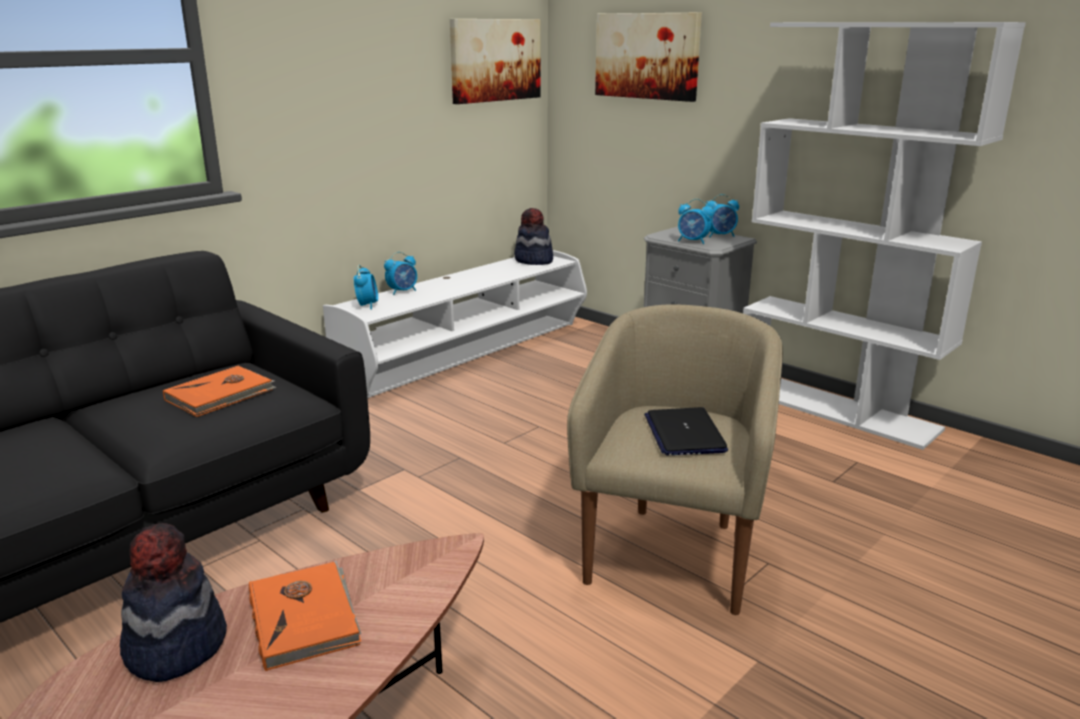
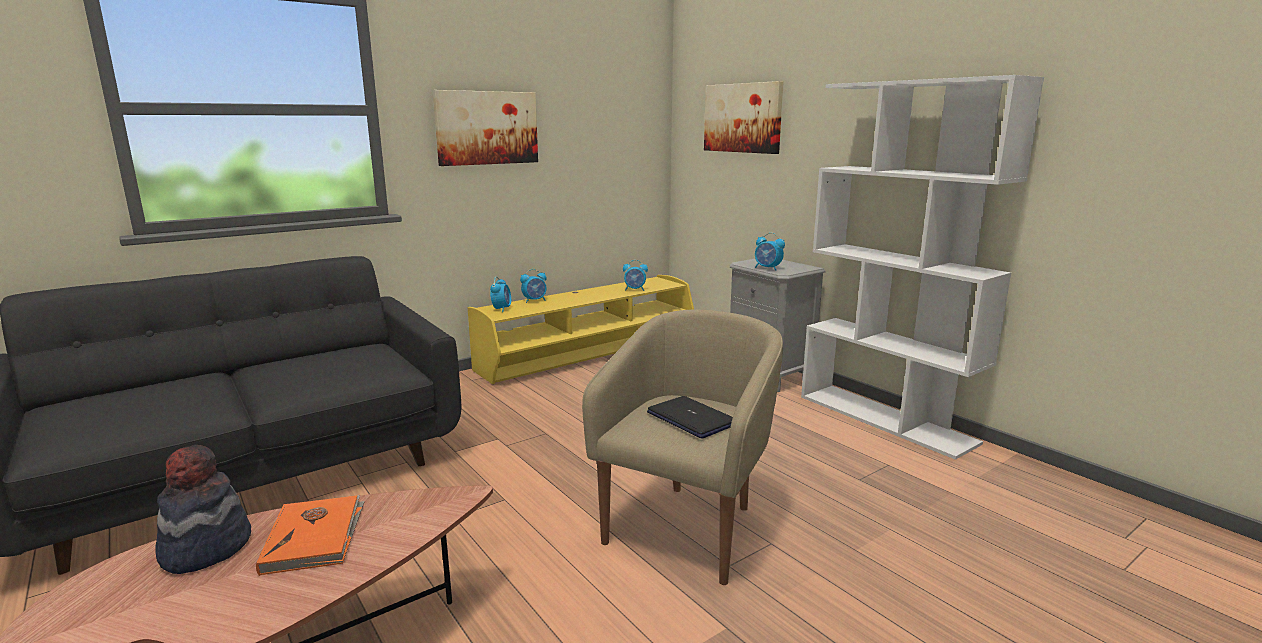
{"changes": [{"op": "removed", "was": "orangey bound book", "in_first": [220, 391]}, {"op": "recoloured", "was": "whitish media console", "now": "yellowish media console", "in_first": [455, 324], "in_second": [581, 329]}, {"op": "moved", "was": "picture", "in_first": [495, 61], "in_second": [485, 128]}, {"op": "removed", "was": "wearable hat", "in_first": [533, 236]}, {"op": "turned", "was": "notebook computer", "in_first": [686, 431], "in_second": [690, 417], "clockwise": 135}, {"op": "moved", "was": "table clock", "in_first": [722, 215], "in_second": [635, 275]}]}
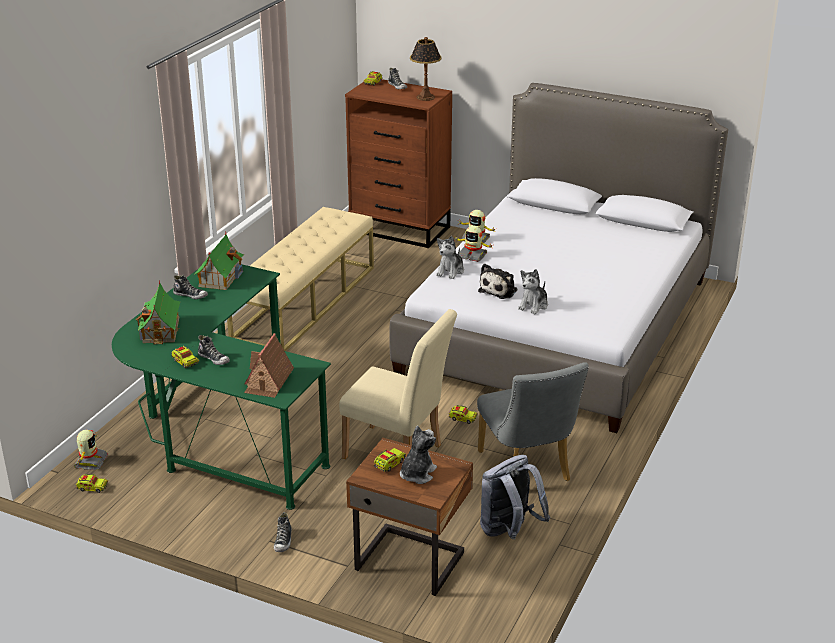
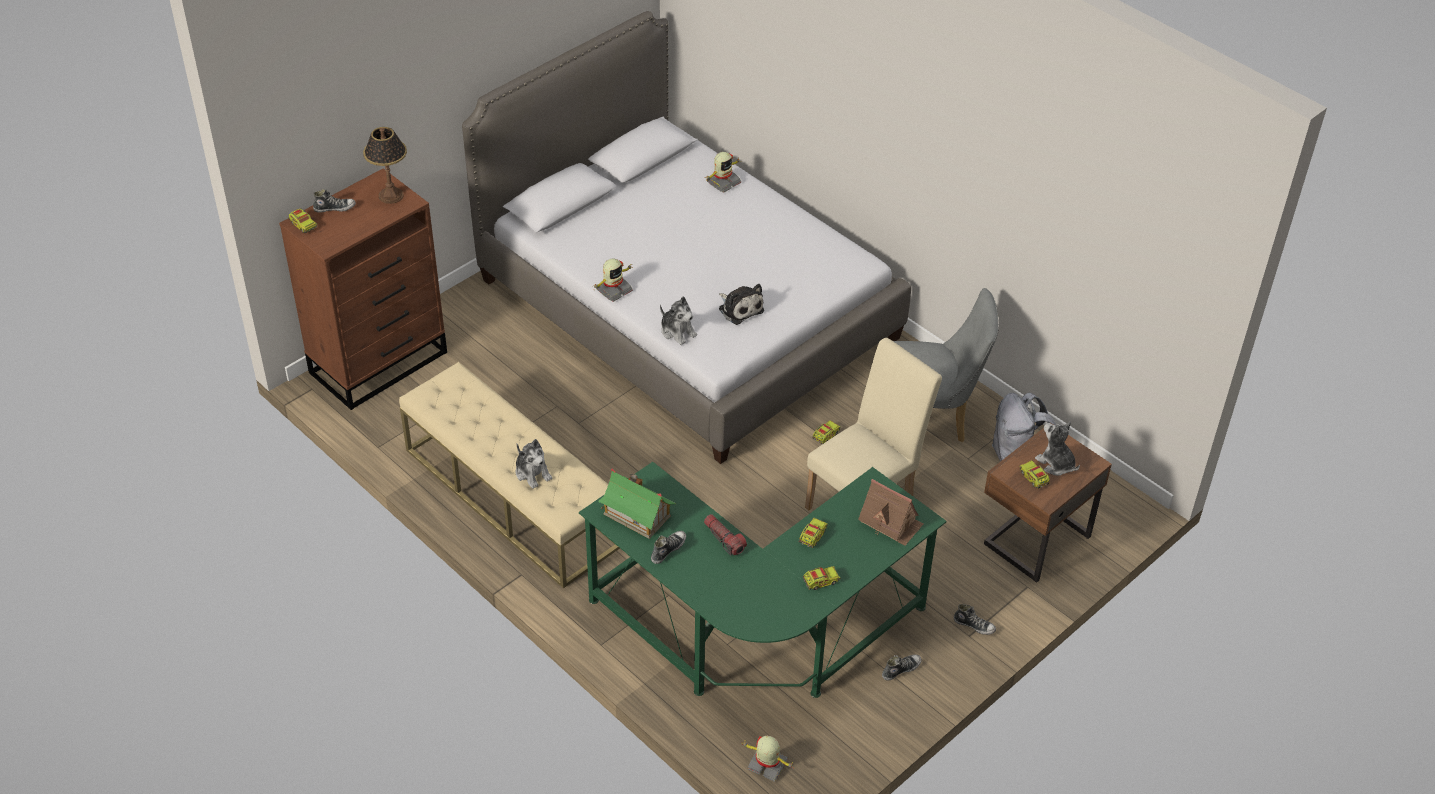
{"changes": [{"op": "moved", "was": "toy lorry", "in_first": [92, 483], "in_second": [813, 533]}, {"op": "removed", "was": "model house", "in_first": [158, 312]}, {"op": "moved", "was": "item of footwear", "in_first": [214, 350], "in_second": [902, 667]}, {"op": "moved", "was": "model robot", "in_first": [474, 244], "in_second": [723, 172]}, {"op": "moved", "was": "plush toy", "in_first": [533, 291], "in_second": [534, 464]}, {"op": "added", "now": "torch", "in_second": [725, 535]}]}
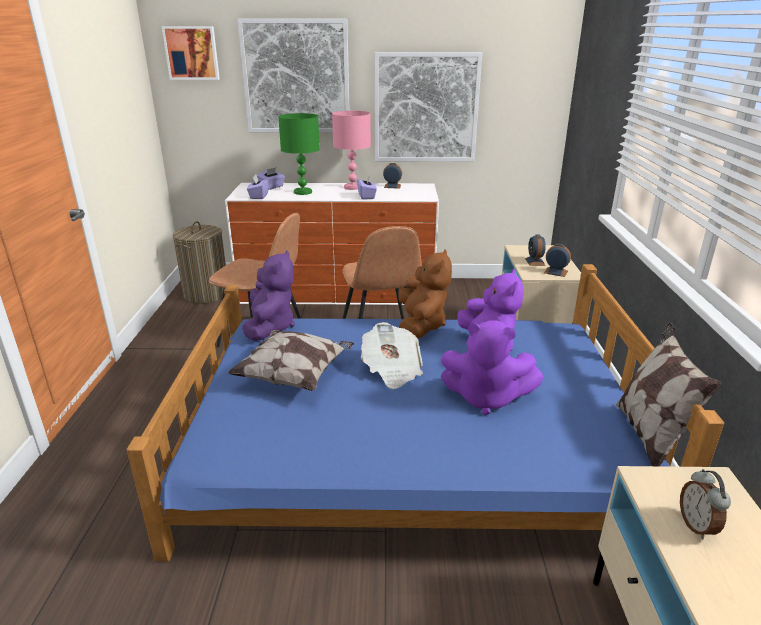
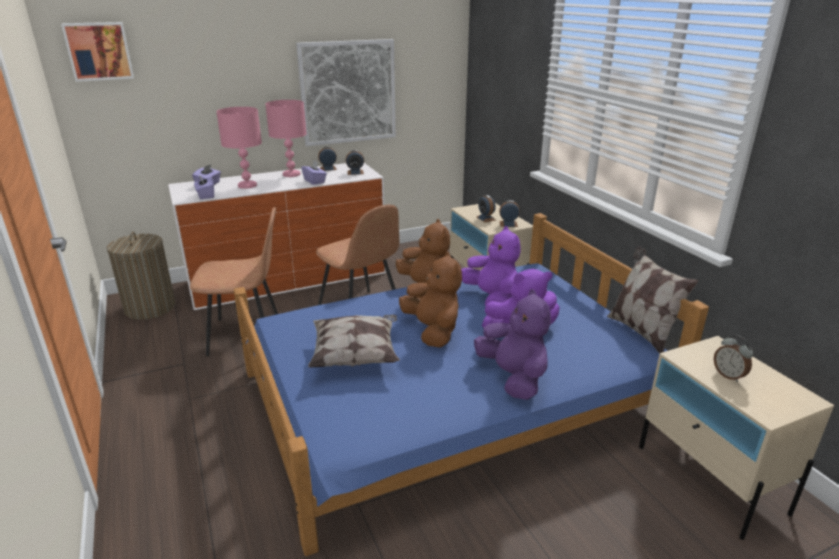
{"changes": [{"op": "removed", "was": "picture", "in_first": [293, 75]}, {"op": "moved", "was": "purplish plush toy", "in_first": [268, 295], "in_second": [512, 344]}, {"op": "recoloured", "was": "green-coloured tabletop lamp", "now": "pink-coloured tabletop lamp", "in_first": [299, 154], "in_second": [239, 148]}, {"op": "replaced", "was": "newspaper", "now": "brownish plush toy", "in_first": [392, 355], "in_second": [430, 300]}, {"op": "added", "now": "table clock", "in_second": [355, 162]}]}
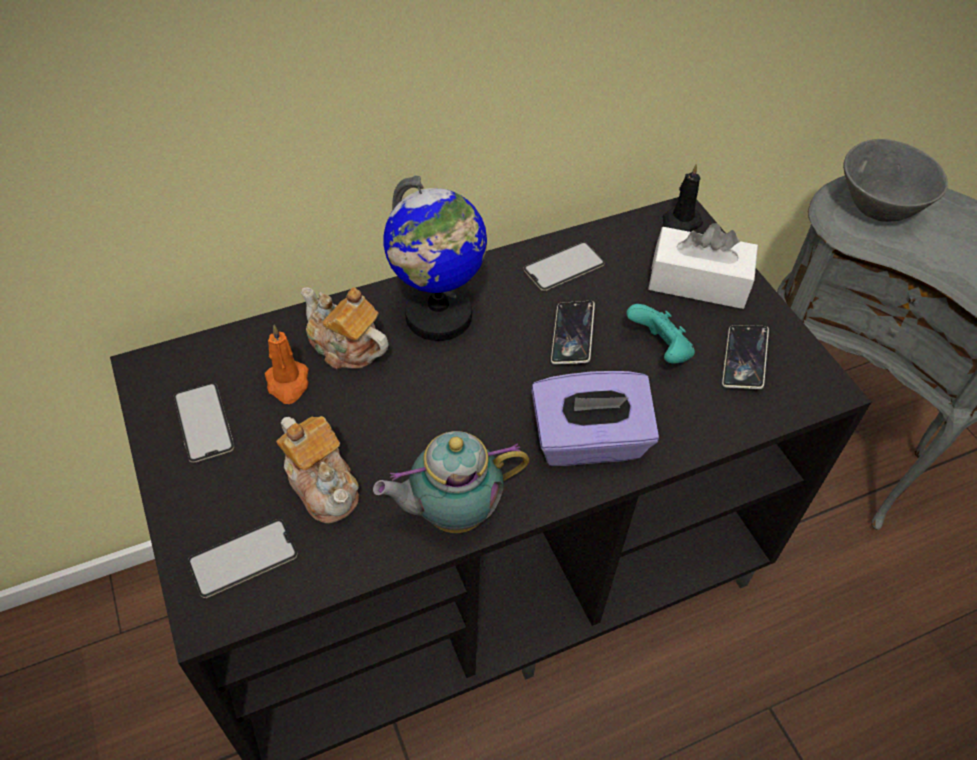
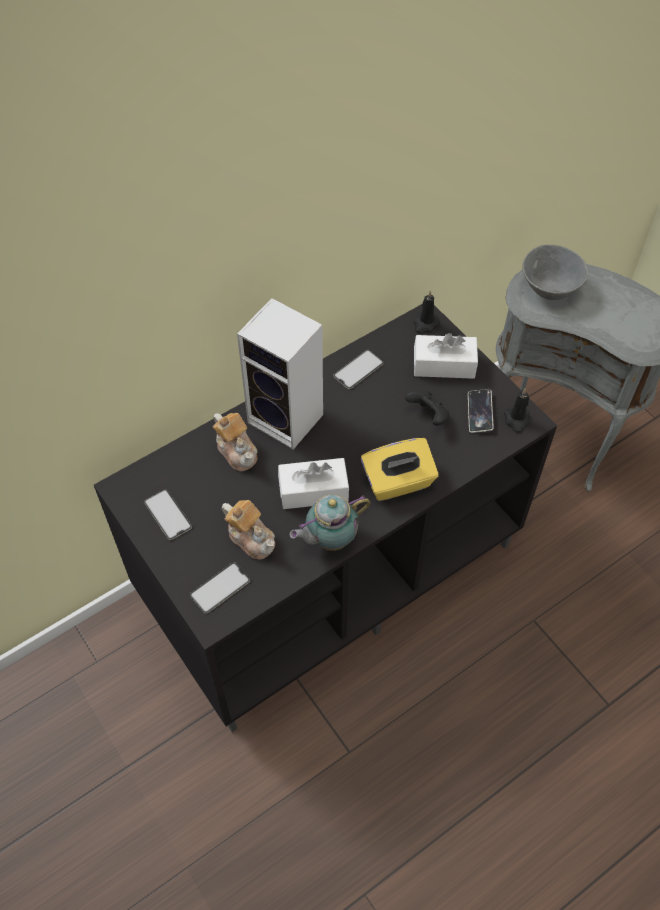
{"changes": [{"op": "removed", "was": "orangey candle", "in_first": [286, 364]}, {"op": "turned", "was": "tea pot", "in_first": [345, 328], "in_second": [235, 442], "clockwise": -150}, {"op": "replaced", "was": "world globe", "now": "speaker", "in_first": [435, 258], "in_second": [280, 374]}, {"op": "recoloured", "was": "purplish tissue box", "now": "yellowish tissue box", "in_first": [595, 418], "in_second": [400, 469]}, {"op": "removed", "was": "phone", "in_first": [573, 333]}, {"op": "recoloured", "was": "blue-green gamepad", "now": "black gamepad", "in_first": [660, 334], "in_second": [427, 408]}, {"op": "added", "now": "whitish tissue box", "in_second": [313, 483]}, {"op": "added", "now": "black candle", "in_second": [517, 410]}]}
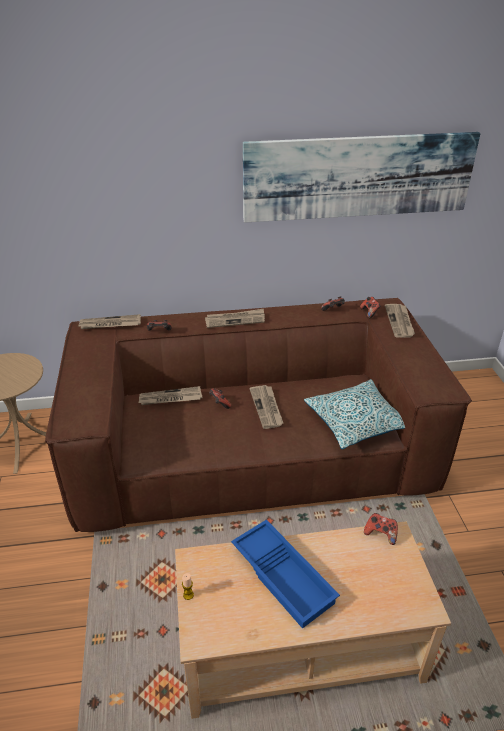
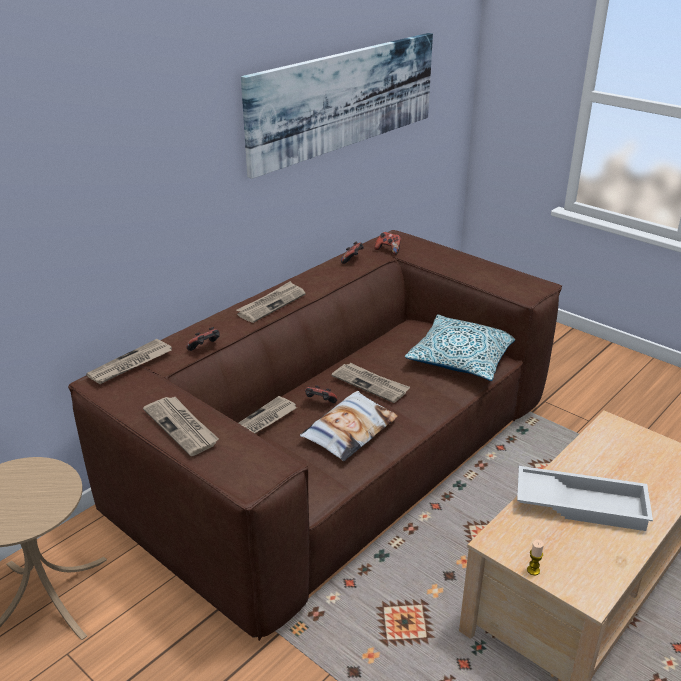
{"changes": [{"op": "recoloured", "was": "blue-coloured tray", "now": "whitish tray", "in_first": [285, 574], "in_second": [585, 498]}, {"op": "removed", "was": "gamepad", "in_first": [381, 529]}, {"op": "moved", "was": "newspaper", "in_first": [400, 321], "in_second": [181, 426]}, {"op": "added", "now": "cushion", "in_second": [349, 426]}]}
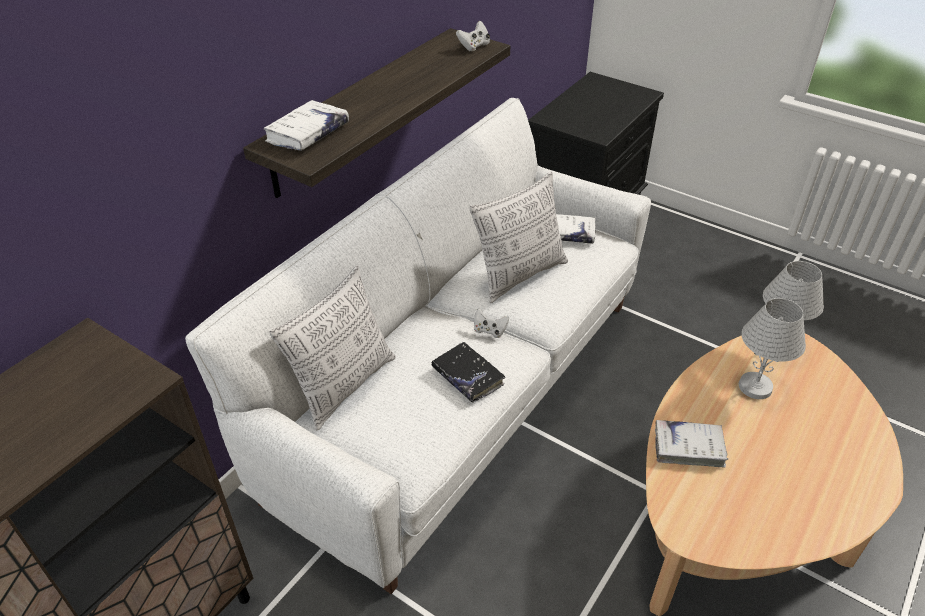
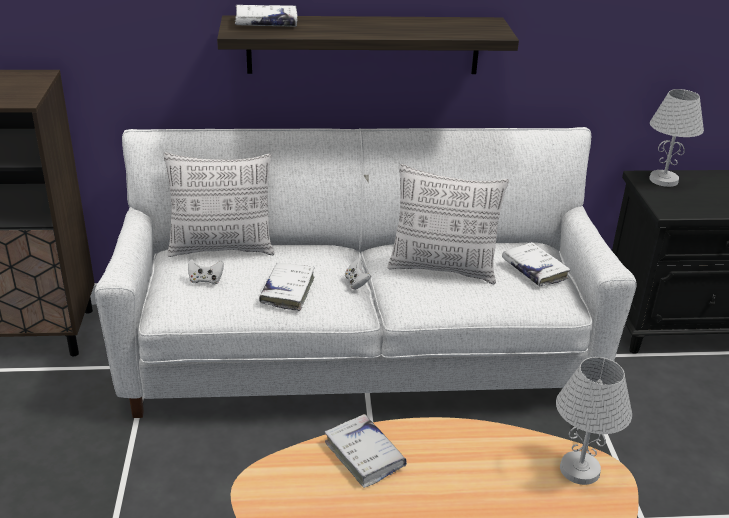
{"changes": [{"op": "recoloured", "was": "black bound book", "now": "whitish bound book", "in_first": [468, 372], "in_second": [287, 287]}, {"op": "moved", "was": "whitish gamepad", "in_first": [473, 36], "in_second": [206, 272]}, {"op": "moved", "was": "whitish tabletop lamp", "in_first": [772, 348], "in_second": [676, 138]}]}
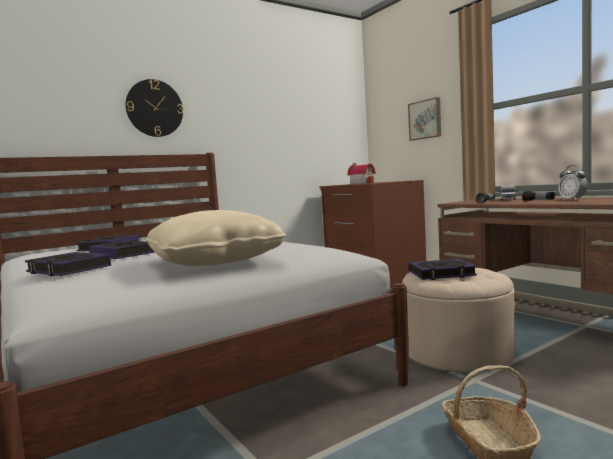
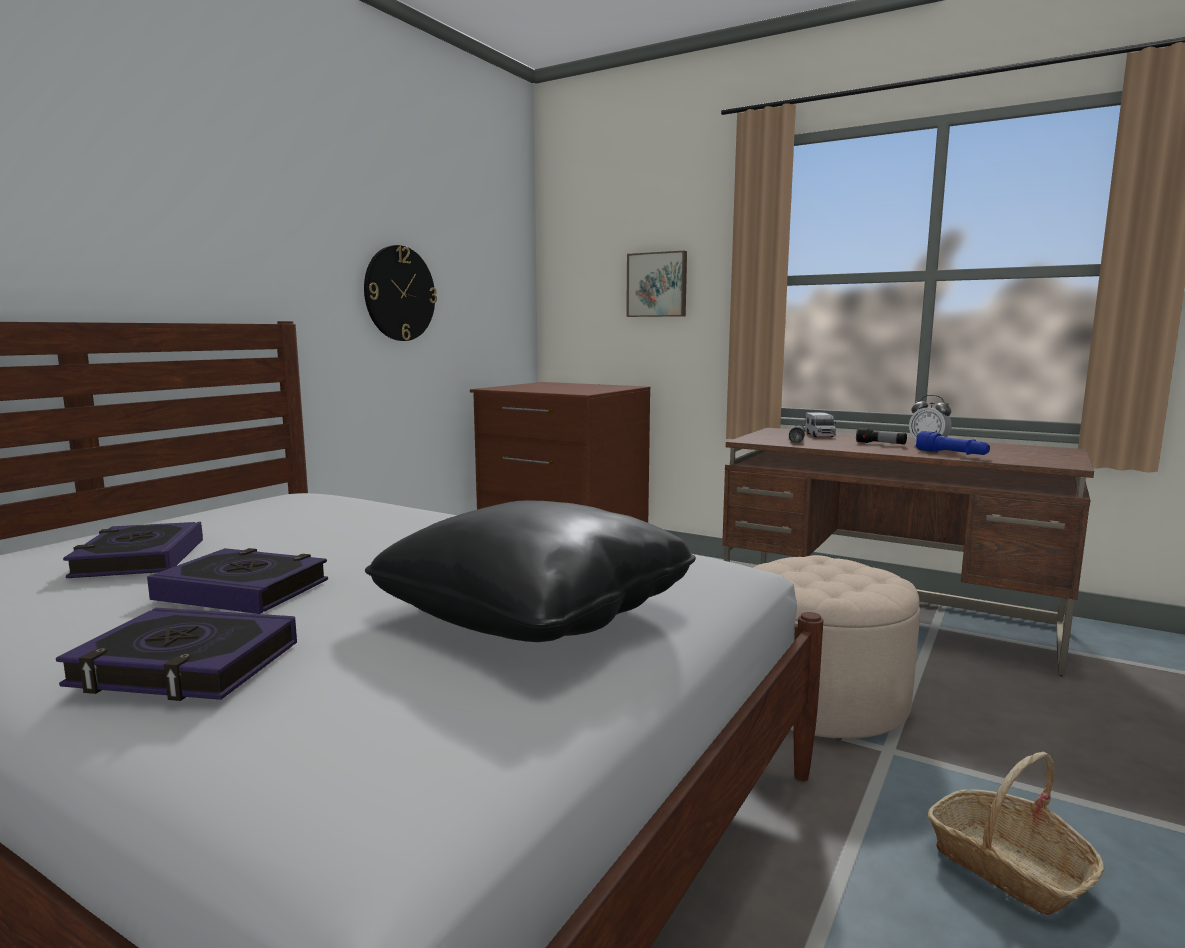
{"changes": [{"op": "moved", "was": "clock on the wall", "in_first": [154, 108], "in_second": [400, 293]}, {"op": "recoloured", "was": "beige cushion", "now": "black cushion", "in_first": [215, 238], "in_second": [530, 571]}, {"op": "removed", "was": "model house", "in_first": [361, 173]}, {"op": "removed", "was": "bound book", "in_first": [443, 269]}, {"op": "added", "now": "blue-coloured torch", "in_second": [953, 443]}]}
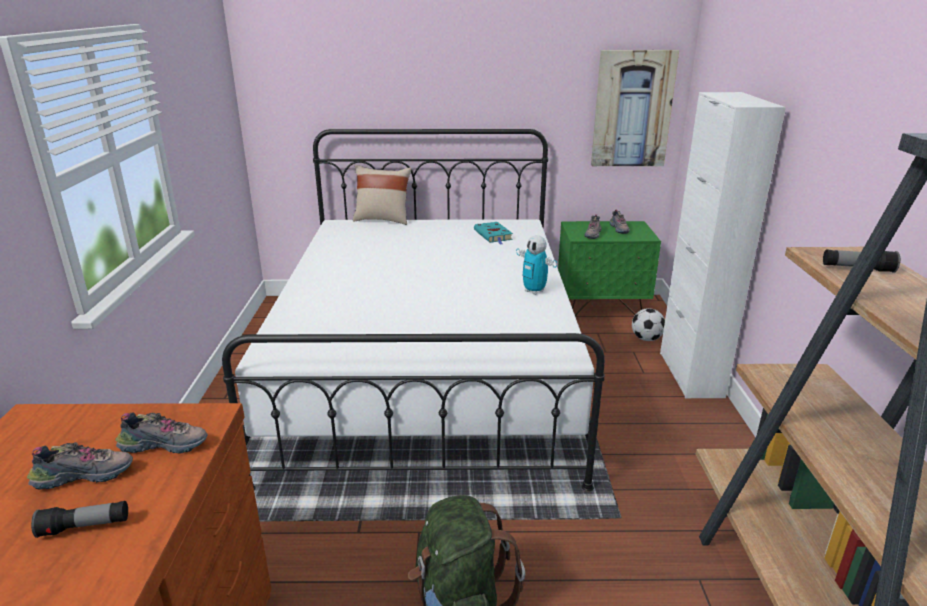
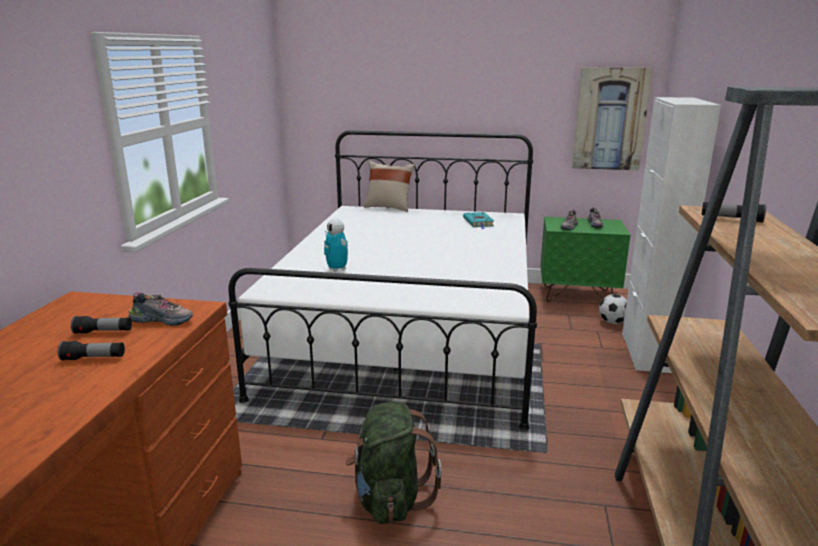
{"changes": [{"op": "replaced", "was": "item of footwear", "now": "torch", "in_first": [80, 465], "in_second": [101, 325]}, {"op": "moved", "was": "model robot", "in_first": [536, 265], "in_second": [336, 245]}]}
